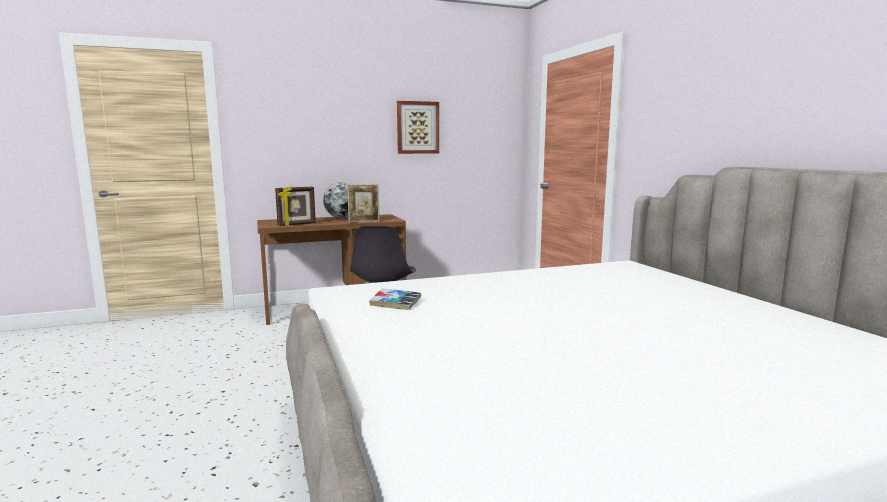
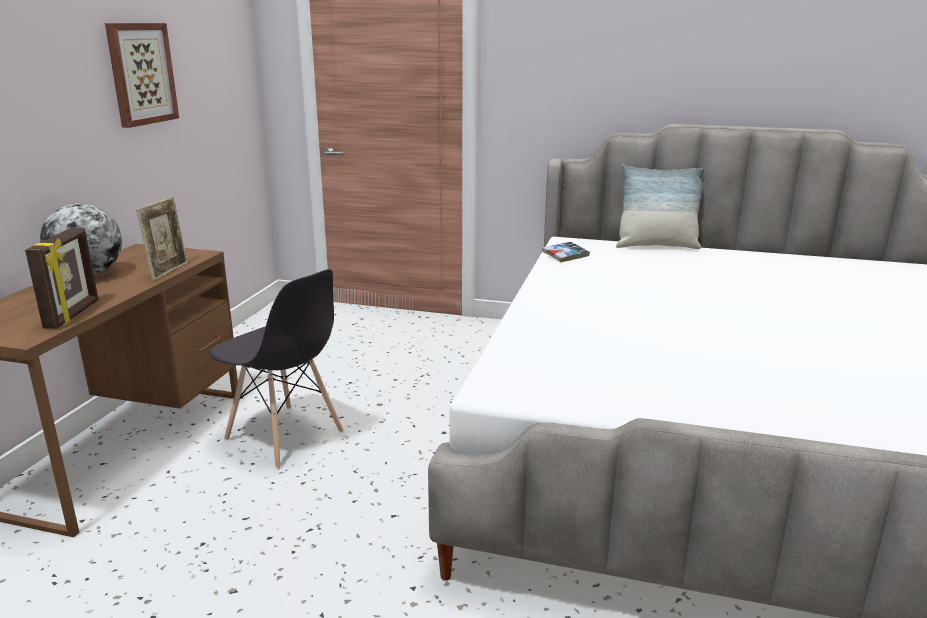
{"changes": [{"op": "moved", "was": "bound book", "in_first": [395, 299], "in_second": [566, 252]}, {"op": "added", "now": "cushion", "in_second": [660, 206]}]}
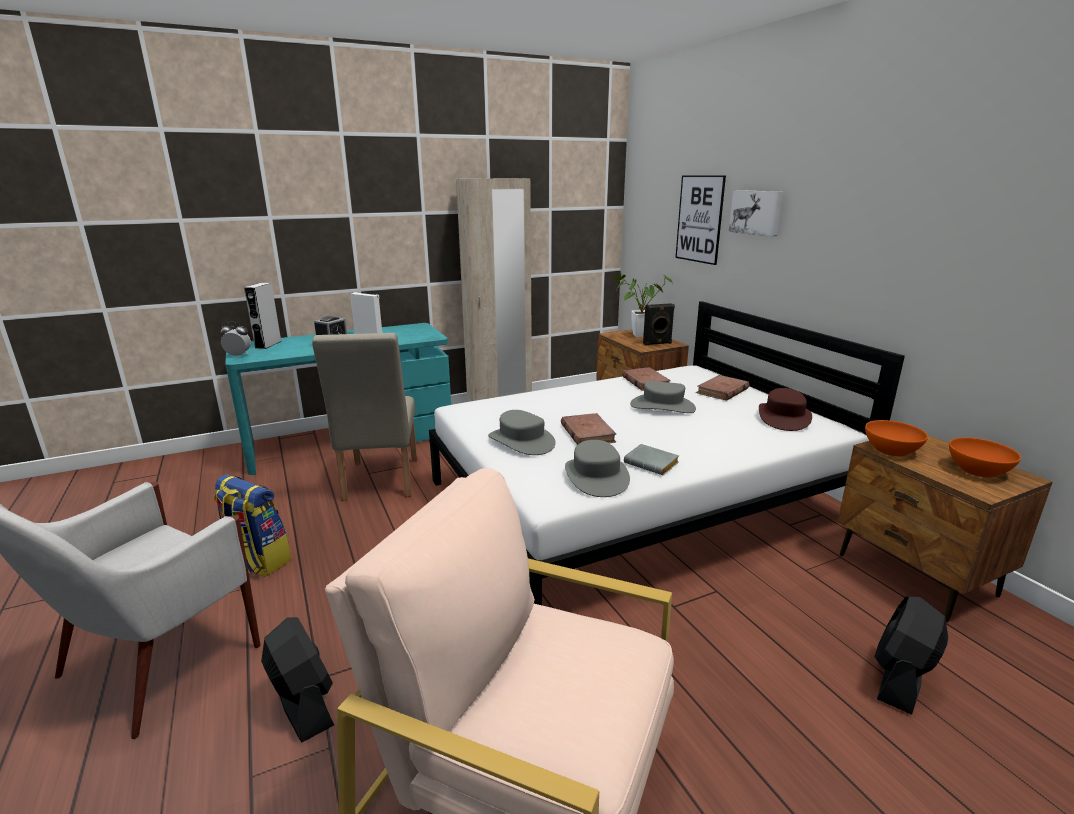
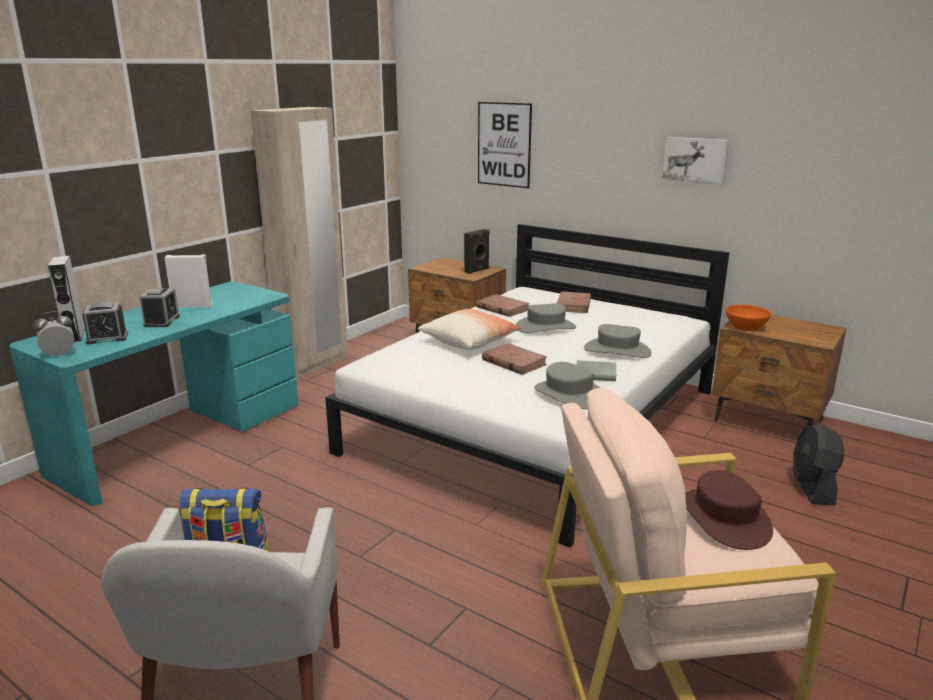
{"changes": [{"op": "removed", "was": "black fan", "in_first": [297, 679]}, {"op": "removed", "was": "beige chair", "in_first": [364, 417]}, {"op": "moved", "was": "grey wearable hat", "in_first": [522, 432], "in_second": [618, 341]}, {"op": "removed", "was": "plant in a pot", "in_first": [643, 305]}, {"op": "moved", "was": "picture", "in_first": [756, 213], "in_second": [695, 160]}, {"op": "moved", "was": "brownish wearable hat", "in_first": [785, 409], "in_second": [729, 510]}, {"op": "removed", "was": "orangey bowl", "in_first": [985, 457]}, {"op": "added", "now": "table clock", "in_second": [105, 323]}, {"op": "added", "now": "cushion", "in_second": [470, 329]}]}
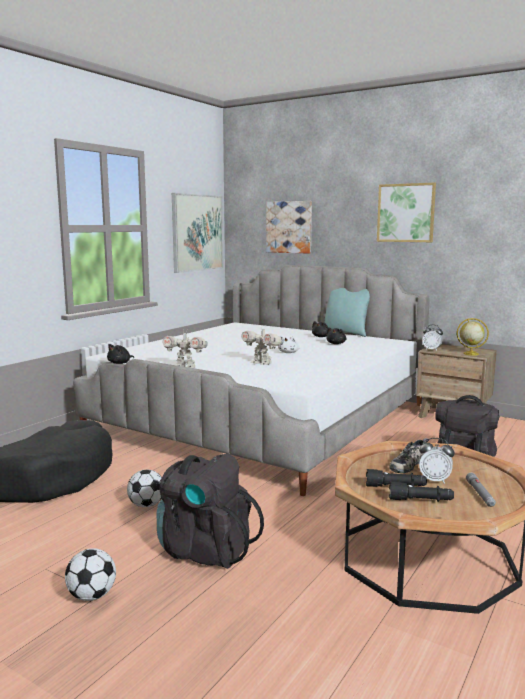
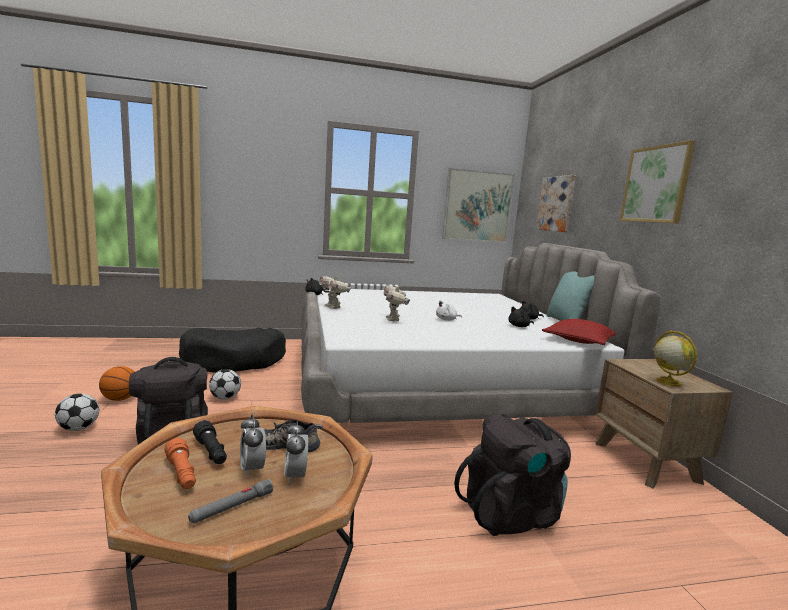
{"changes": [{"op": "recoloured", "was": "black torch", "now": "orangey torch", "in_first": [421, 491], "in_second": [180, 463]}, {"op": "moved", "was": "table clock", "in_first": [433, 338], "in_second": [296, 452]}, {"op": "added", "now": "basketball ball", "in_second": [117, 383]}, {"op": "added", "now": "reddish cushion", "in_second": [579, 332]}]}
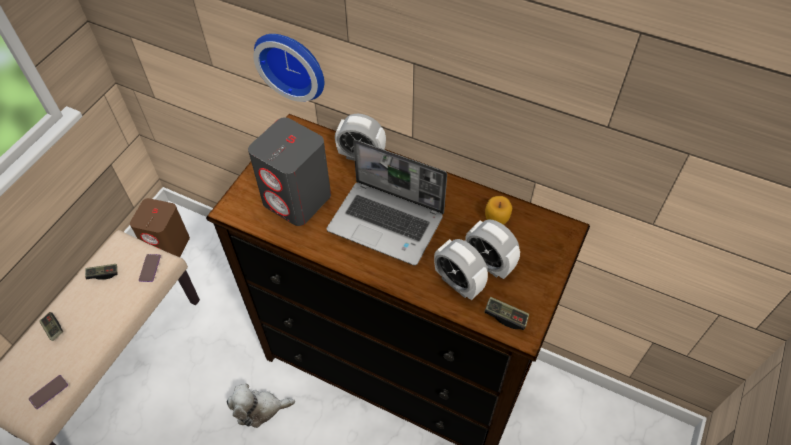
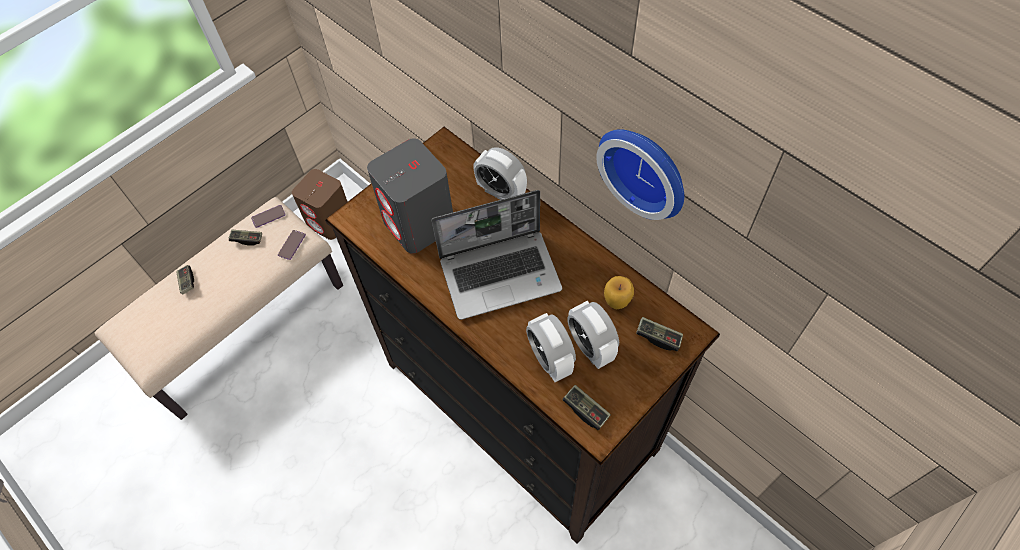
{"changes": [{"op": "moved", "was": "phone", "in_first": [48, 392], "in_second": [268, 216]}, {"op": "removed", "was": "plush toy", "in_first": [261, 406]}, {"op": "moved", "was": "clock on the wall", "in_first": [288, 68], "in_second": [640, 174]}, {"op": "turned", "was": "notebook computer", "in_first": [387, 203], "in_second": [497, 255], "clockwise": -60}, {"op": "added", "now": "gamepad", "in_second": [659, 334]}]}
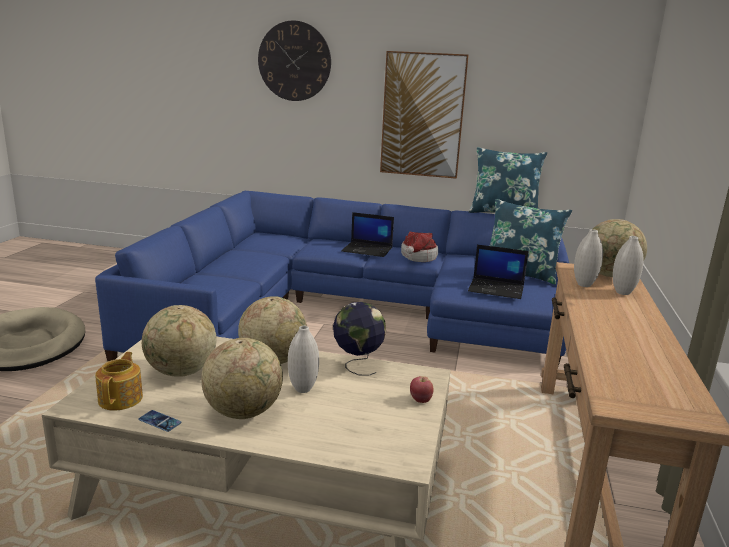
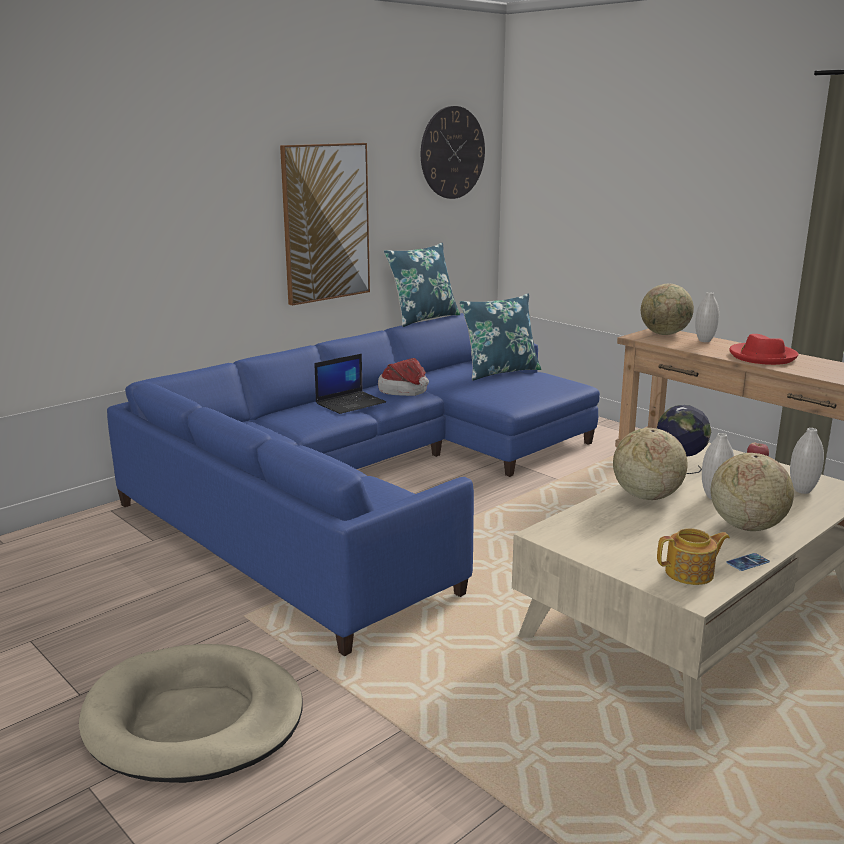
{"changes": [{"op": "turned", "was": "tea pot", "in_first": [119, 381], "in_second": [693, 556], "clockwise": 135}, {"op": "removed", "was": "world globe", "in_first": [179, 341]}, {"op": "moved", "was": "clock on the wall", "in_first": [294, 60], "in_second": [453, 152]}, {"op": "removed", "was": "notebook computer", "in_first": [498, 272]}, {"op": "moved", "was": "whitish flower vase", "in_first": [588, 258], "in_second": [807, 461]}, {"op": "added", "now": "reddish wearable hat", "in_second": [763, 349]}]}
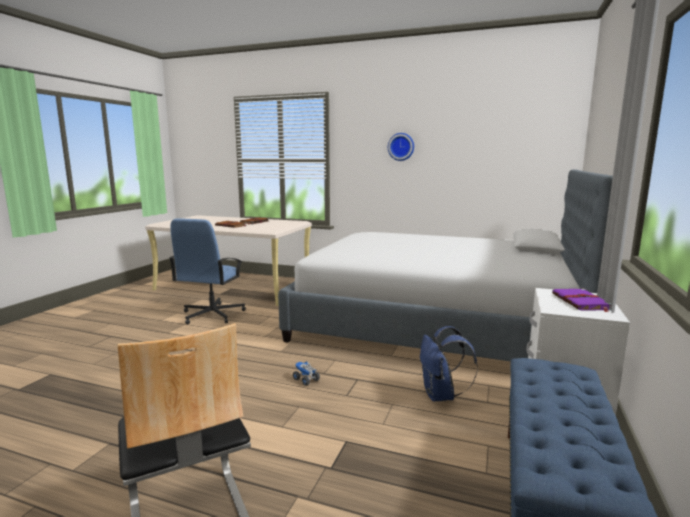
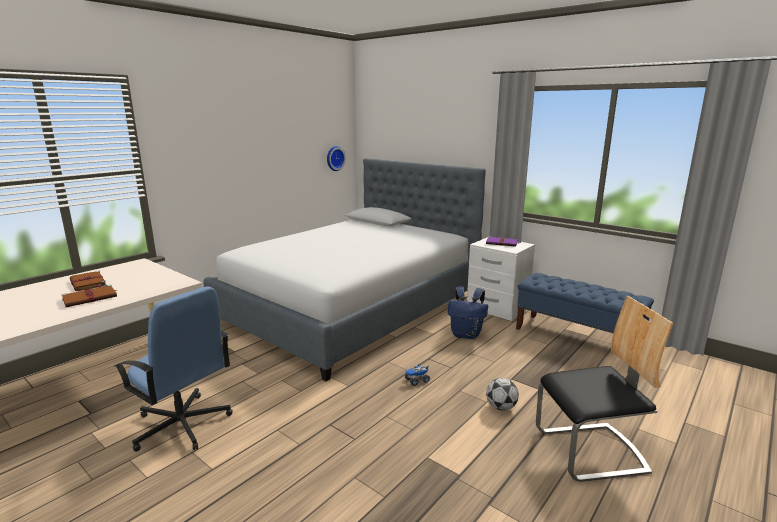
{"changes": [{"op": "moved", "was": "clock on the wall", "in_first": [401, 147], "in_second": [336, 158]}, {"op": "added", "now": "football ball", "in_second": [502, 394]}]}
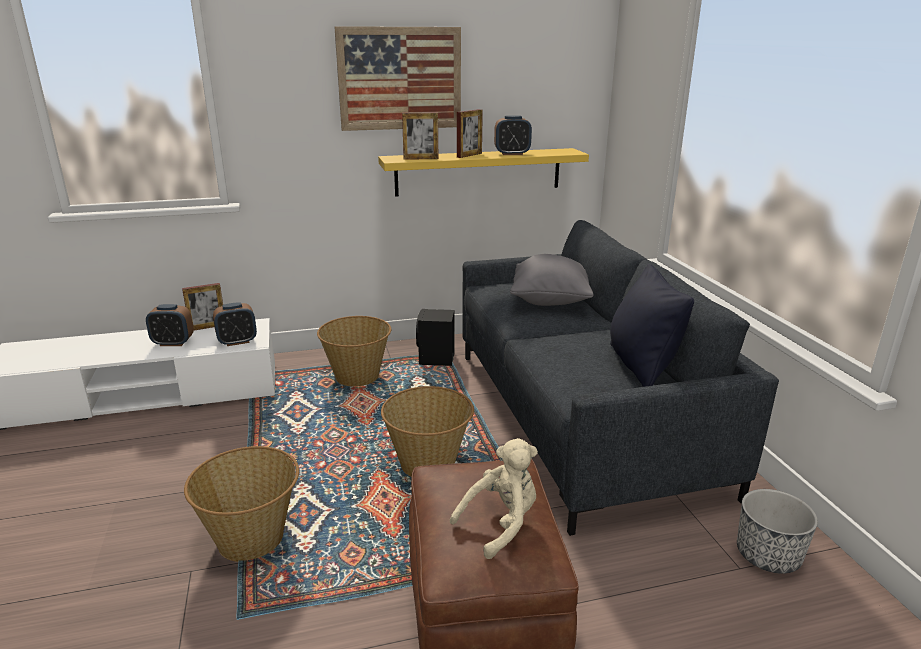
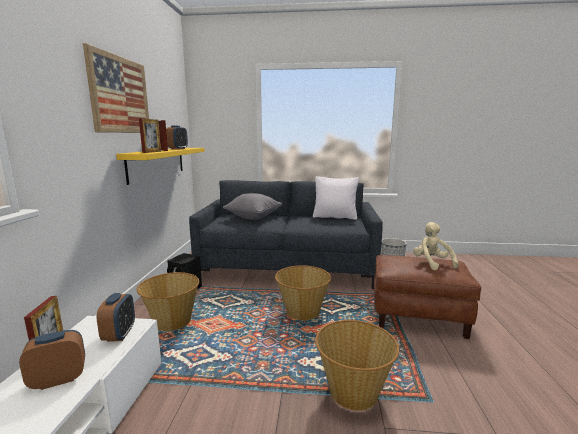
{"changes": [{"op": "turned", "was": "table clock", "in_first": [170, 325], "in_second": [52, 360], "clockwise": -135}, {"op": "recoloured", "was": "black cushion", "now": "whitish cushion", "in_first": [652, 325], "in_second": [336, 198]}]}
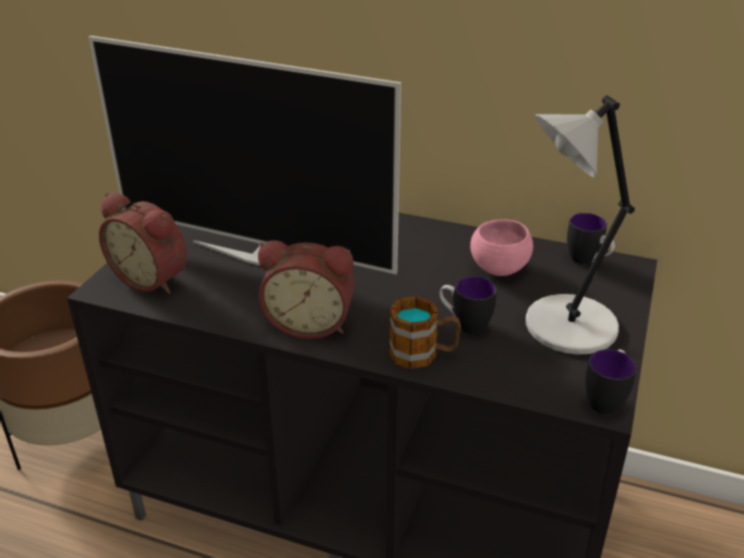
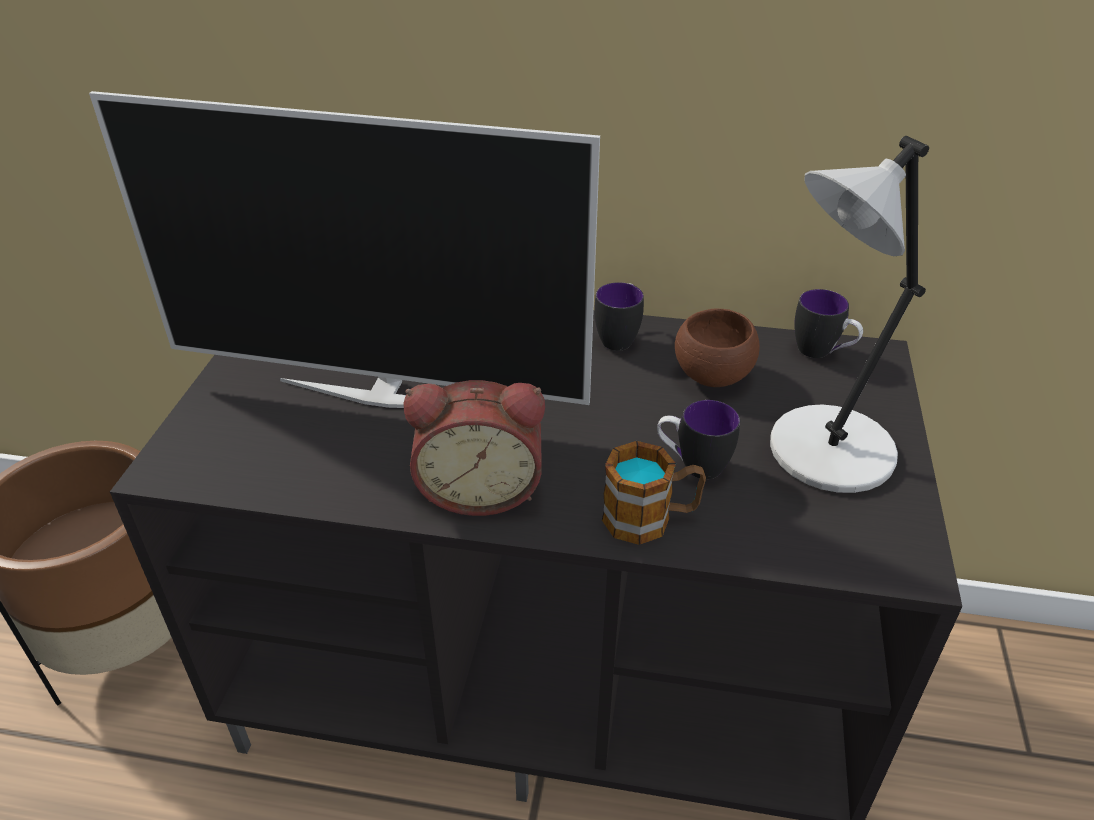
{"changes": [{"op": "removed", "was": "table clock", "in_first": [143, 243]}, {"op": "recoloured", "was": "pink-coloured bowl", "now": "brownish bowl", "in_first": [501, 247], "in_second": [717, 347]}, {"op": "moved", "was": "mug", "in_first": [610, 382], "in_second": [619, 316]}]}
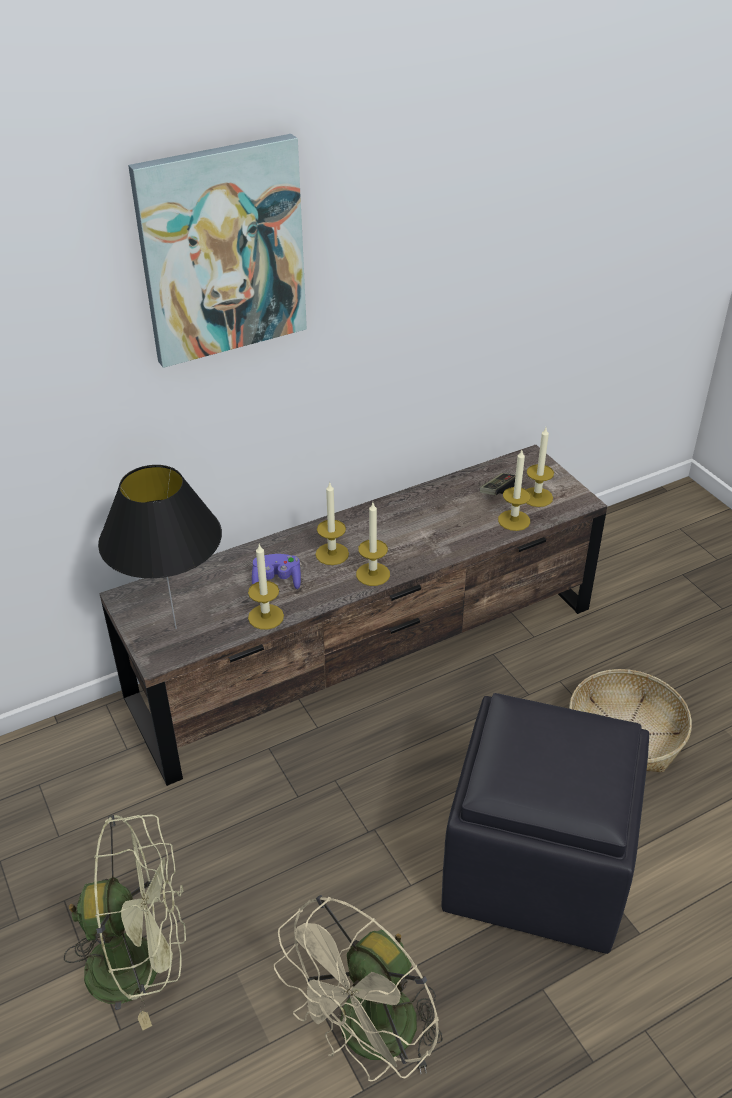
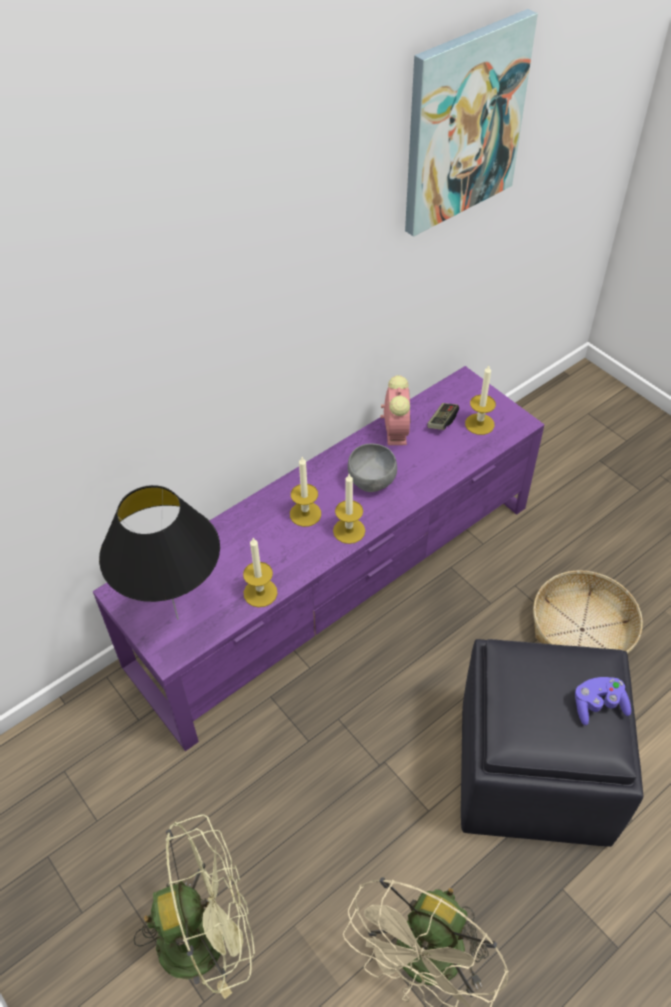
{"changes": [{"op": "recoloured", "was": "brownish media console", "now": "purplish media console", "in_first": [353, 615], "in_second": [319, 558]}, {"op": "moved", "was": "picture", "in_first": [217, 251], "in_second": [471, 123]}, {"op": "moved", "was": "purplish gamepad", "in_first": [276, 571], "in_second": [603, 701]}, {"op": "removed", "was": "candle", "in_first": [514, 490]}, {"op": "added", "now": "grey bowl", "in_second": [372, 468]}, {"op": "added", "now": "table clock", "in_second": [396, 410]}]}
